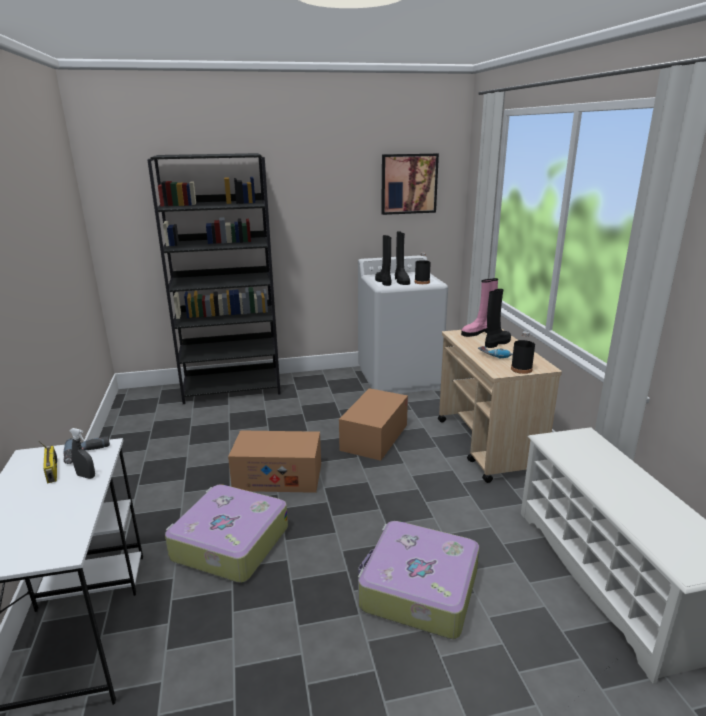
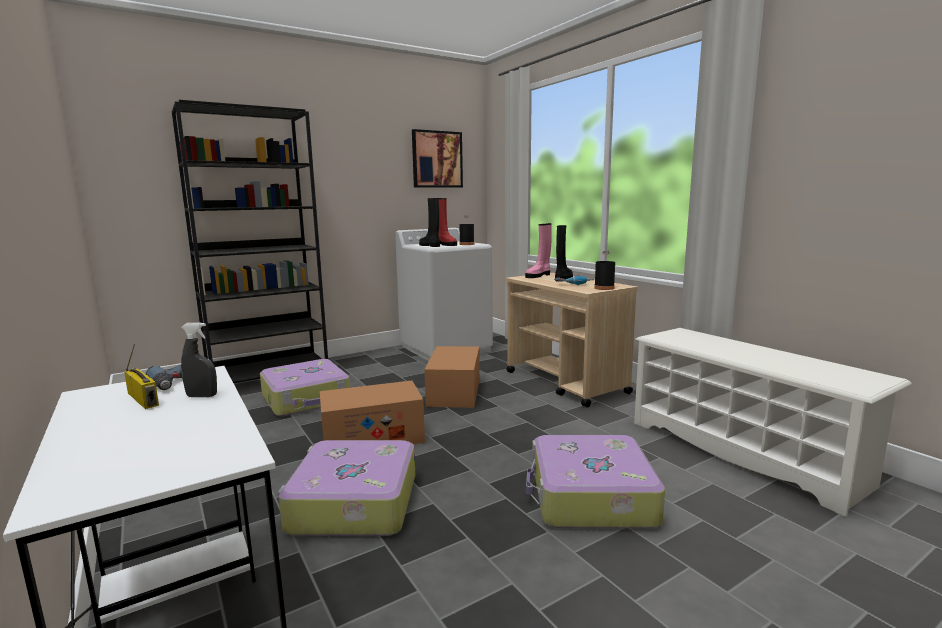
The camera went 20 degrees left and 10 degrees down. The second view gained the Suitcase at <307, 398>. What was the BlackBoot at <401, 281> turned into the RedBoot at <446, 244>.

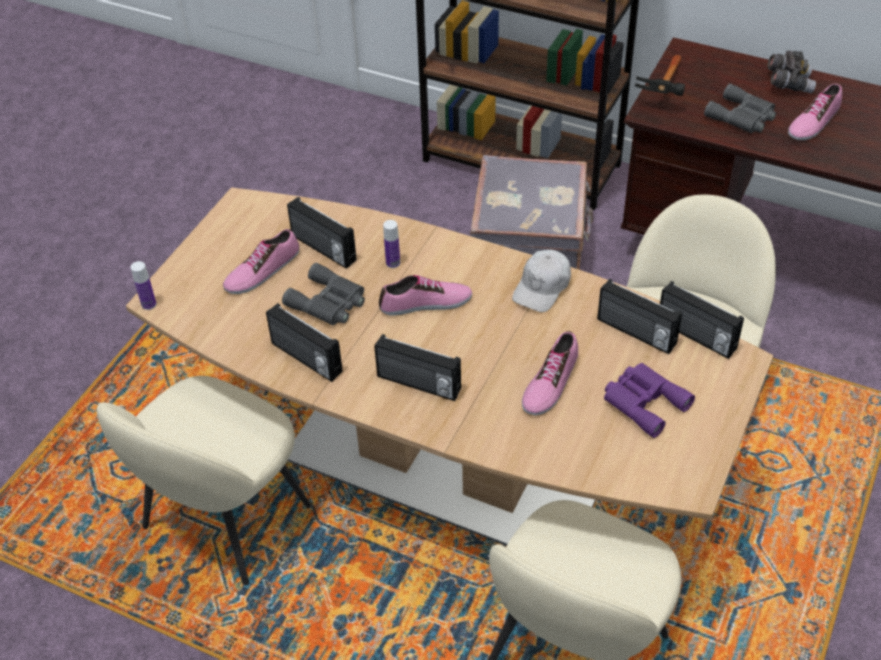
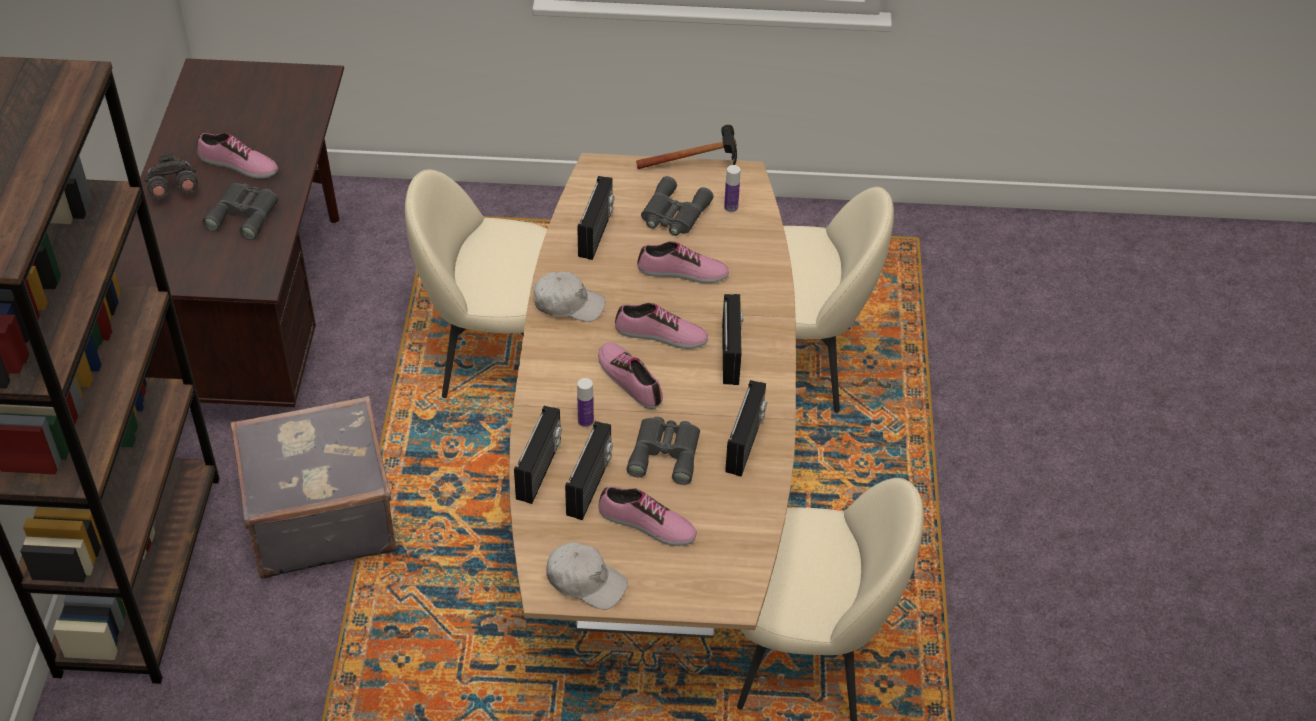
The camera went 115 degrees left and 0 degrees up. The Radio ended up elsewhere, having gone from <695, 336> to <540, 470>. The second view gained the WhiteCap at <586, 581>. The second view gained the Shoe at <661, 335>. The Hammer ended up elsewhere, having gone from <665, 93> to <700, 165>. What was the PurpleBinoculars at <643, 401> turned into the GreyBinoculars at <673, 214>. The Bottle ended up elsewhere, having gone from <149, 304> to <731, 207>.

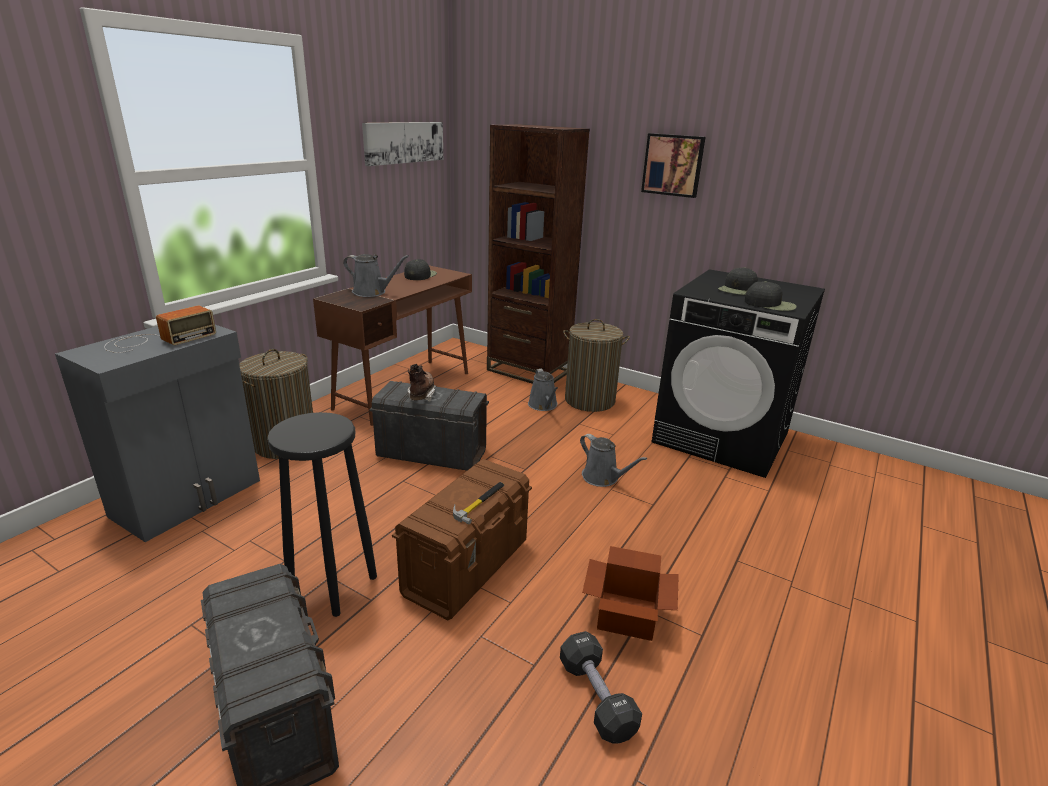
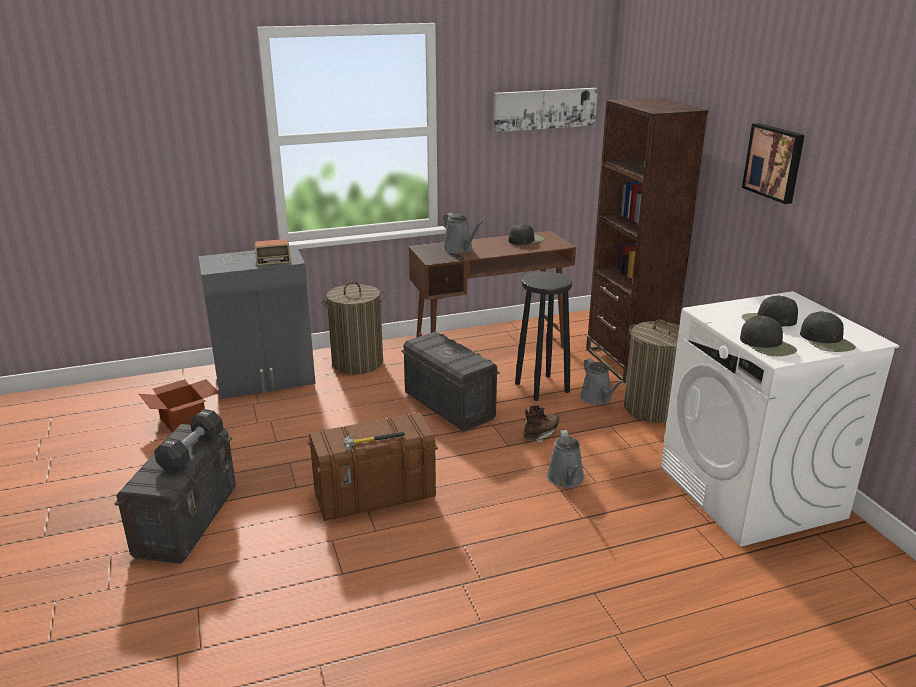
The camera went 40 degrees right and 0 degrees up. The CardboardBox ended up elsewhere, having gone from <628, 614> to <185, 419>. The BlackDumbbell ended up elsewhere, having gone from <596, 698> to <192, 452>. The BlackStool ended up elsewhere, having gone from <332, 586> to <541, 387>. The BrownBoot ended up elsewhere, having gone from <421, 394> to <541, 434>. The GreyWateringCan at <543, 405> ended up facing another way, 45 degrees counterclockwise from before. What was the BlackWashingMachine at <722, 437> turned into the WhiteWashingMachine at <751, 492>. The second view gained the BlackCap at <826, 341>.

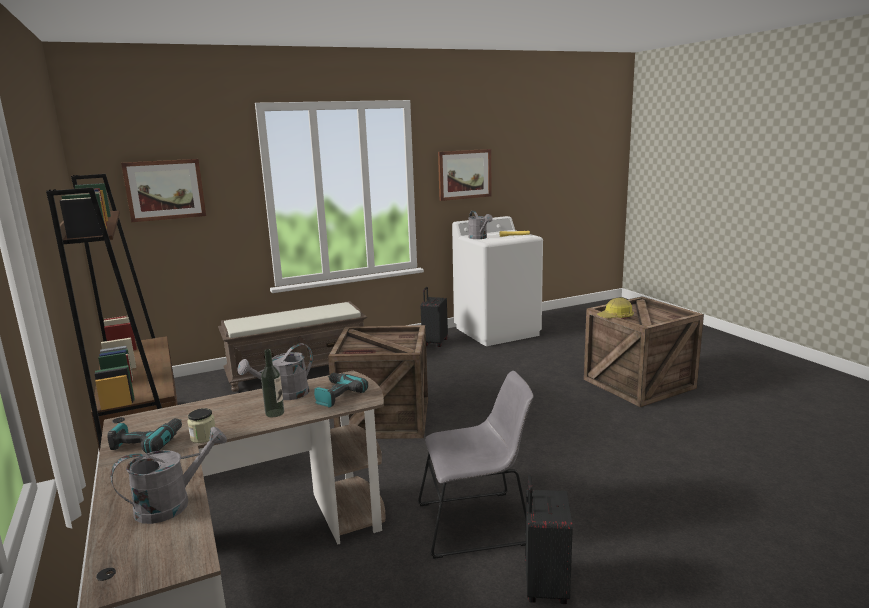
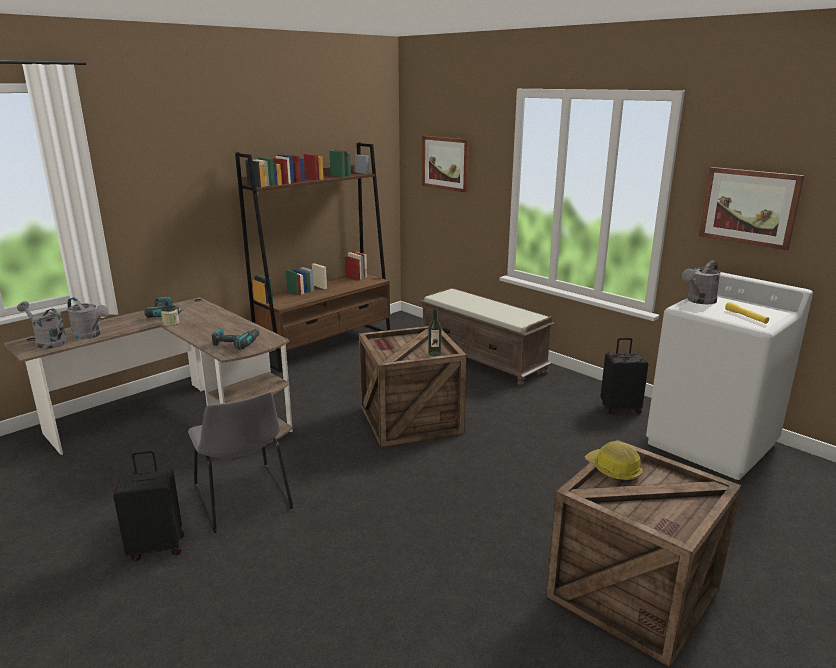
The camera went 70 degrees right and 5 degrees up. The GreyWateringCan ended up elsewhere, having gone from <284, 395> to <48, 342>. The Bottle ended up elsewhere, having gone from <275, 413> to <434, 354>.

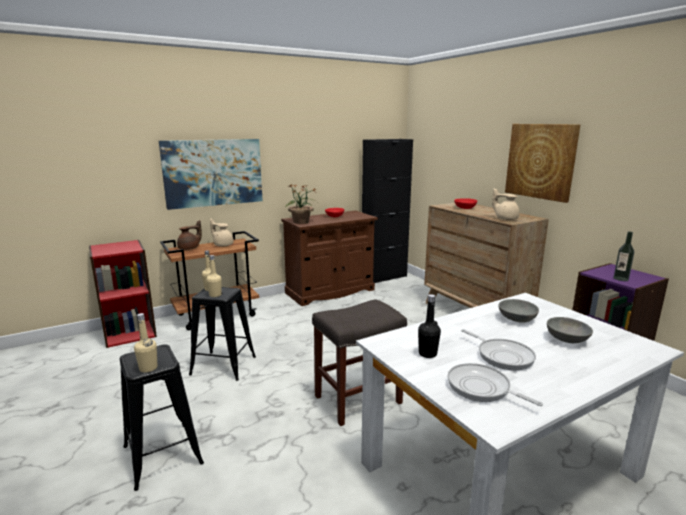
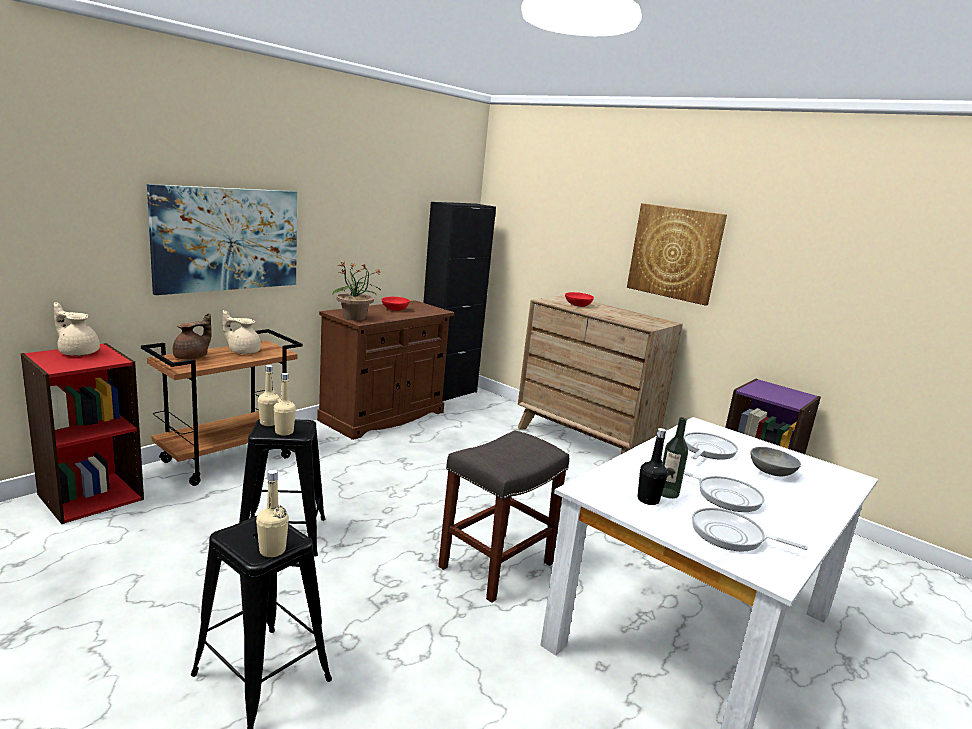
The camera went 20 degrees left and 0 degrees up. The BeigeTeapot ended up elsewhere, having gone from <505, 218> to <78, 352>. The Bottle ended up elsewhere, having gone from <621, 279> to <667, 493>. Where the GreyBowl stood at <516, 319>, the FryingPan came to stand at <707, 450>.

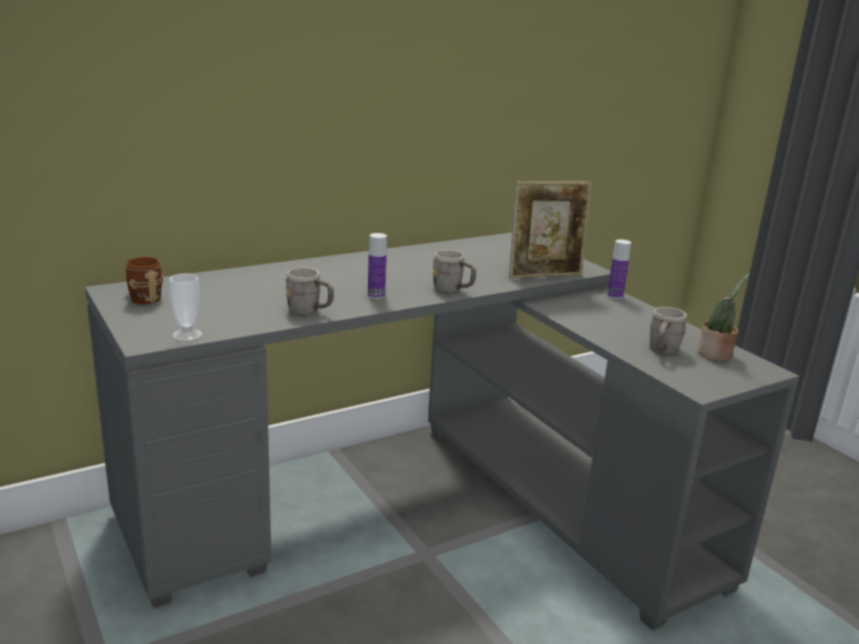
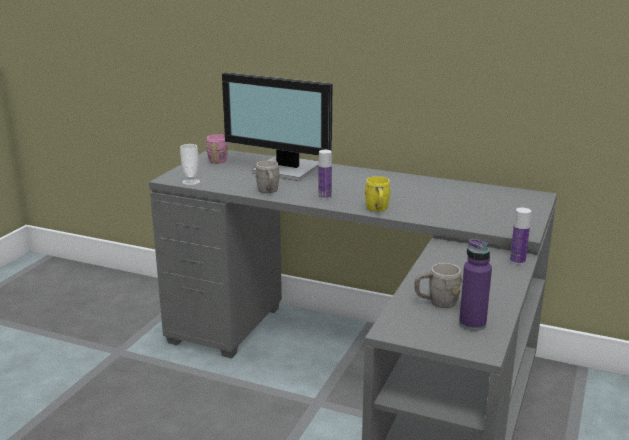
The camera went 55 degrees right and 0 degrees up. What was the BrownMug at <142, 297> turned into the PinkMug at <219, 159>. The second view gained the Monitor at <287, 170>. What was the GreyMug at <452, 290> turned into the YellowMug at <377, 210>. Where the PottedPlant stood at <716, 355>, the PurpleBottle came to stand at <472, 324>. The second view lost the PictureFrame at <544, 275>.

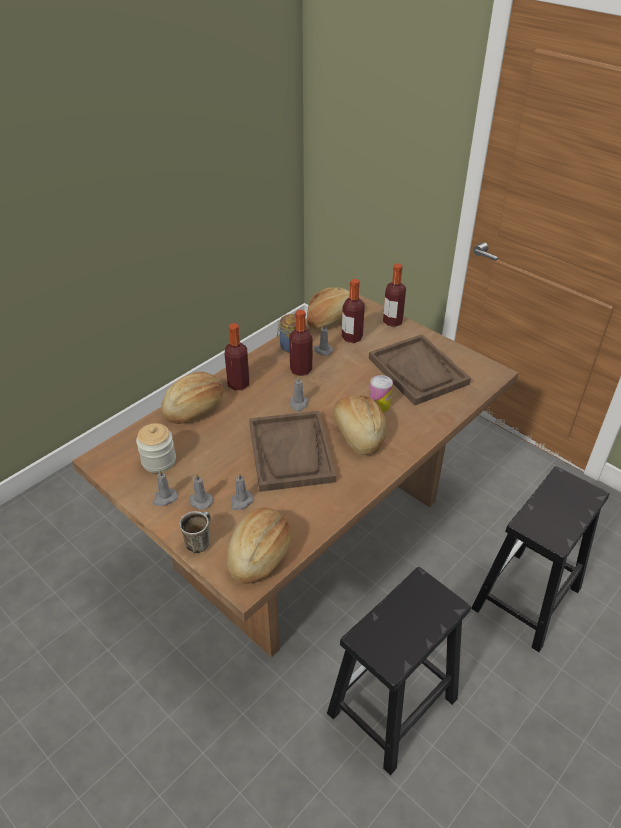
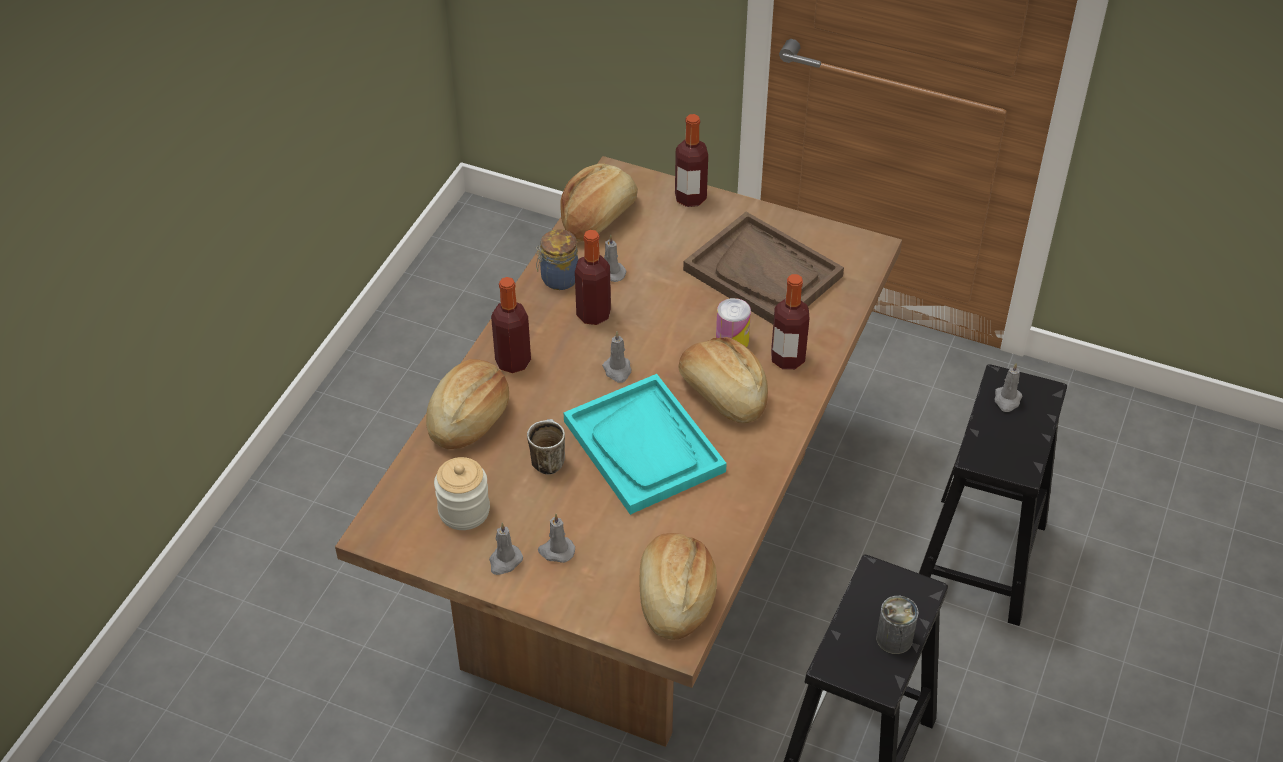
The camera went 20 degrees left and 5 degrees up. The Mug ended up elsewhere, having gone from <199, 541> to <547, 459>. What was the BrownTray at <291, 452> turned into the TurquoiseTray at <644, 446>. The Bottle ended up elsewhere, having gone from <352, 338> to <787, 358>. The second view gained the Can at <894, 639>. The GreyCandle ended up elsewhere, having gone from <241, 501> to <1007, 400>.

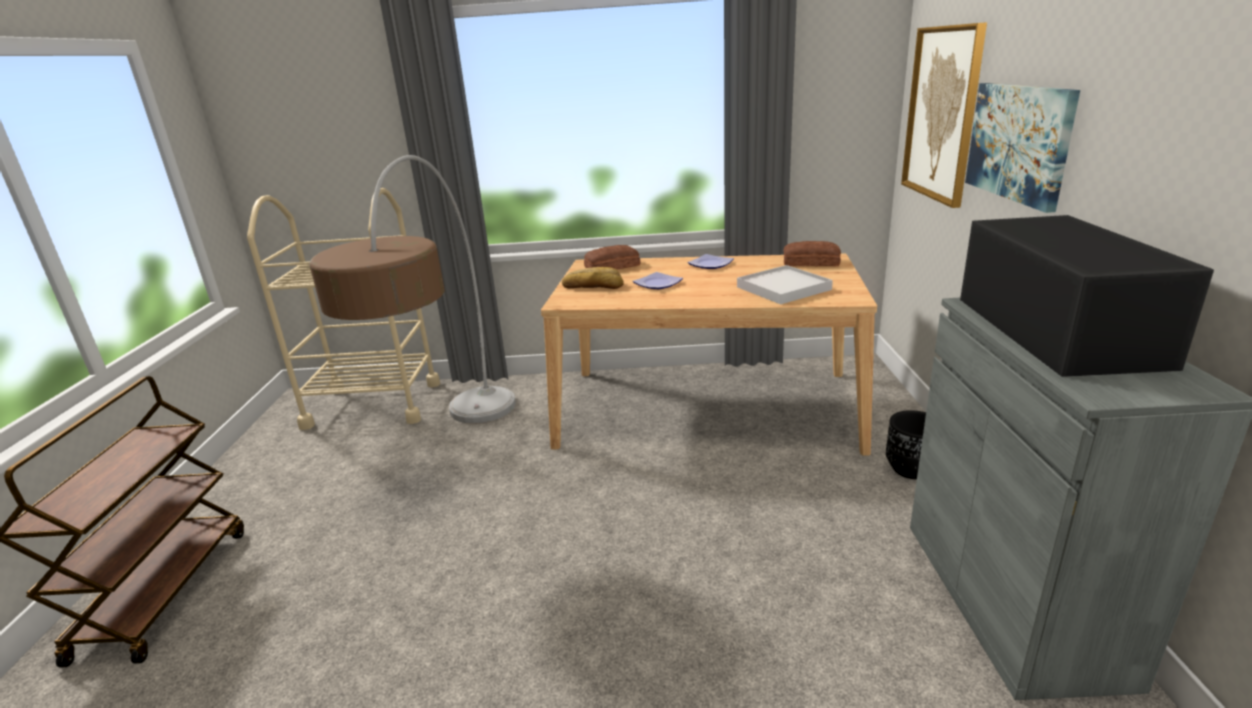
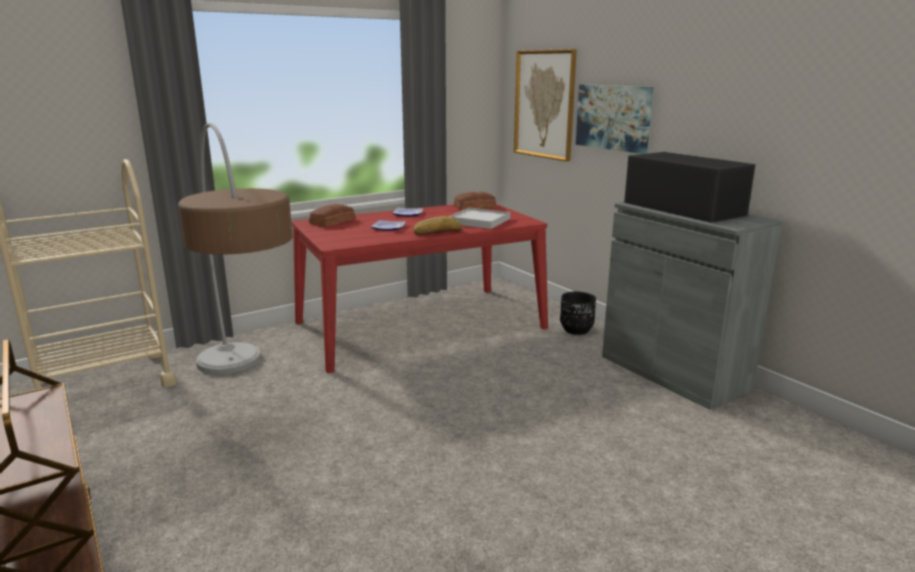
The camera went 35 degrees left and 5 degrees down. What was the BeigeDiningTable at <706, 408> turned into the RedDiningTable at <420, 325>. The Bread ended up elsewhere, having gone from <593, 286> to <437, 232>.

